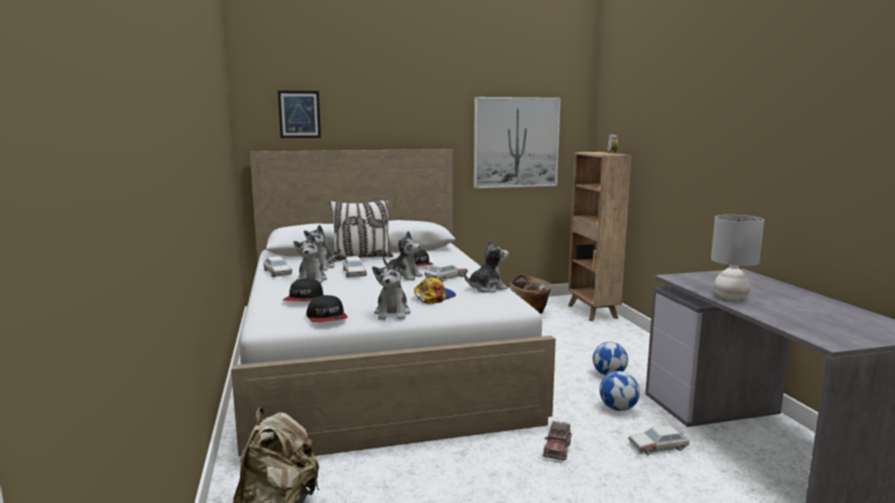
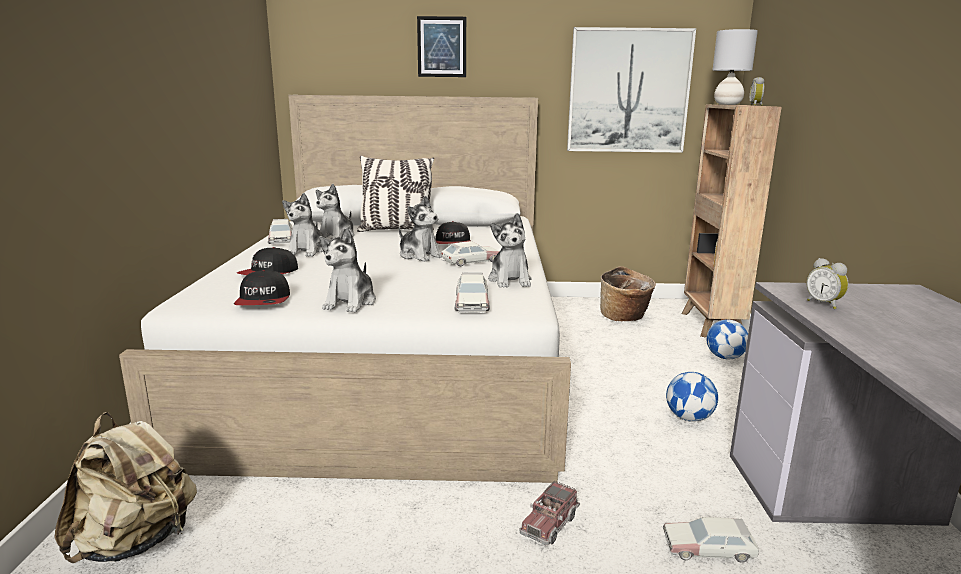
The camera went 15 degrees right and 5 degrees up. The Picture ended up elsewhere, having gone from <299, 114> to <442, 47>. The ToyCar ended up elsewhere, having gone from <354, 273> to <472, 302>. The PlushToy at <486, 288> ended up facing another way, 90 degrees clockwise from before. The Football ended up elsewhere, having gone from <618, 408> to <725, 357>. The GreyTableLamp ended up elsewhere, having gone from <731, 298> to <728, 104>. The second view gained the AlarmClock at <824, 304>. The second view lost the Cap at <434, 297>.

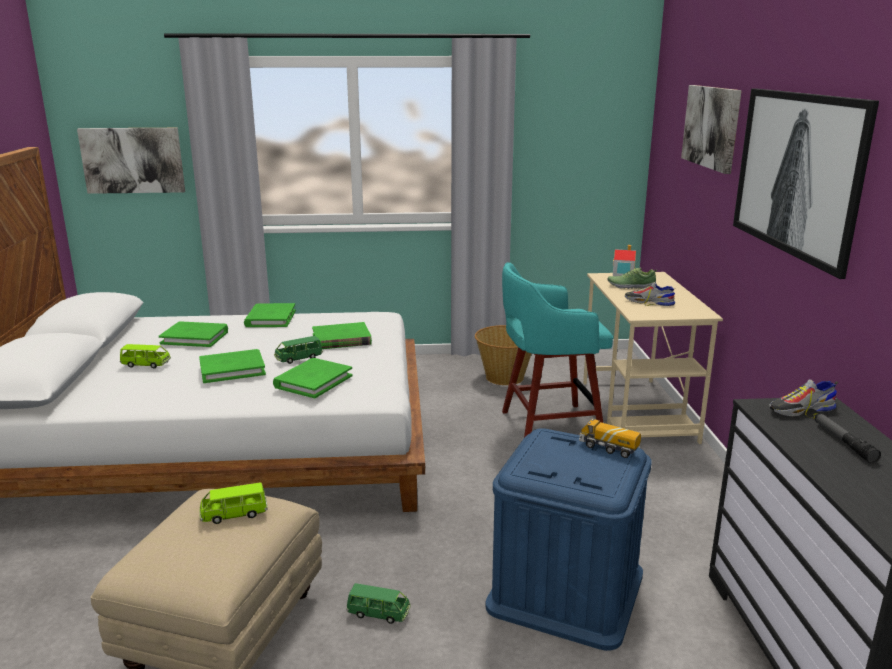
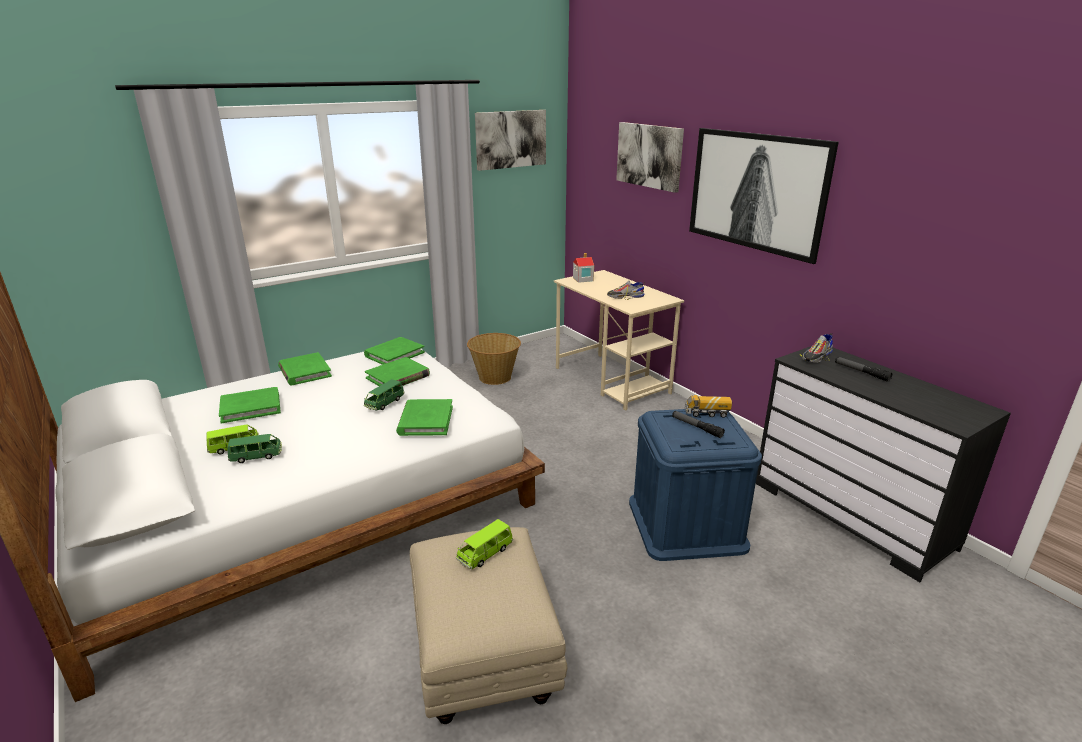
The camera went 30 degrees left and 5 degrees up. The GreenToyCar ended up elsewhere, having gone from <378, 613> to <256, 456>. The GreenBook ended up elsewhere, having gone from <232, 369> to <394, 354>. The Picture ended up elsewhere, having gone from <133, 160> to <510, 139>. The second view gained the Flashlight at <696, 427>. The second view lost the TurquoiseStool at <547, 426>. The second view lost the Shoe at <631, 286>.

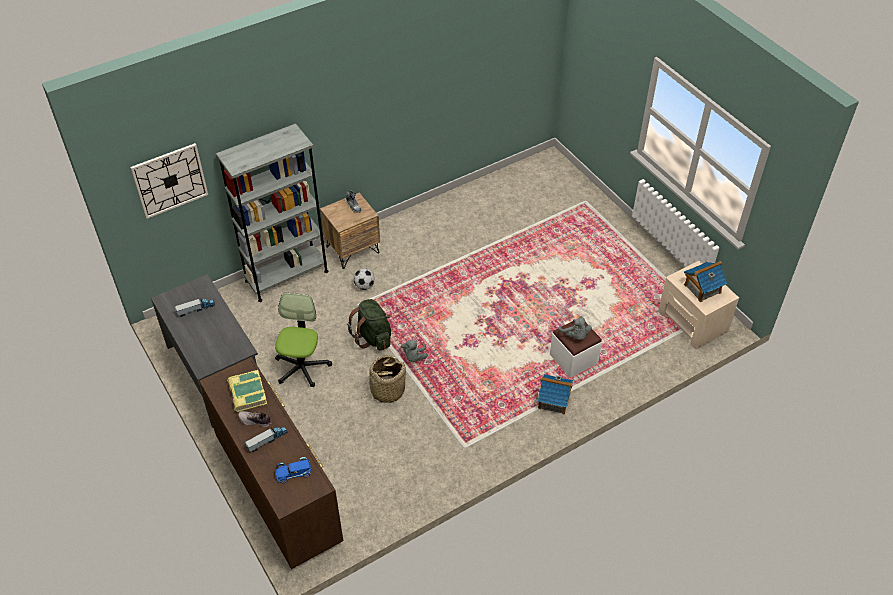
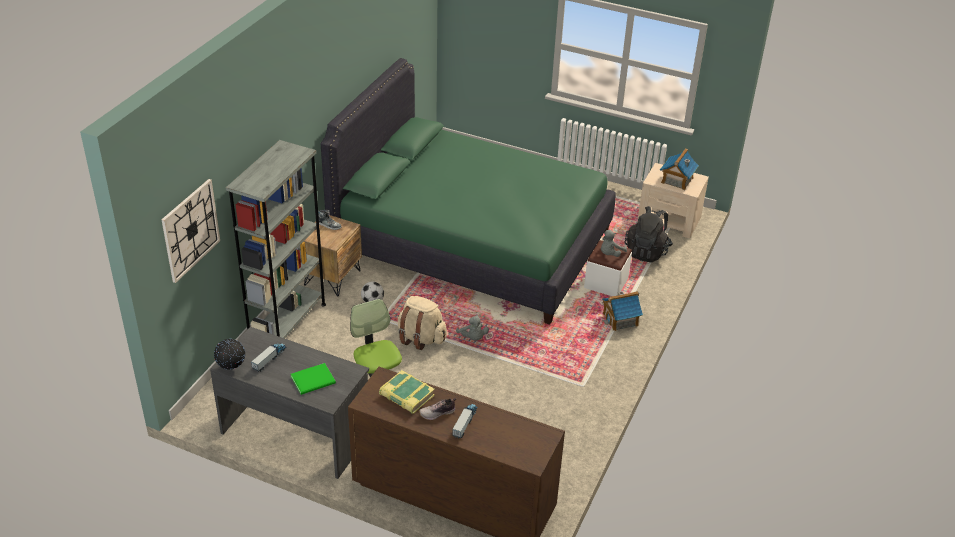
The camera went 35 degrees left and 10 degrees down. The second view gained the Globe at <231, 368>. The second view gained the GreenBook at <314, 380>. The second view gained the GreenBed at <472, 243>. What was the GreenBackpack at <373, 337> turned into the BeigeBackpack at <420, 338>. The GreyPlushToy at <575, 335> ended up facing another way, 105 degrees clockwise from before. The second view gained the BlackBackpack at <647, 251>. The second view lost the BlueToyCar at <293, 471>. The second view lost the Basket at <387, 390>.

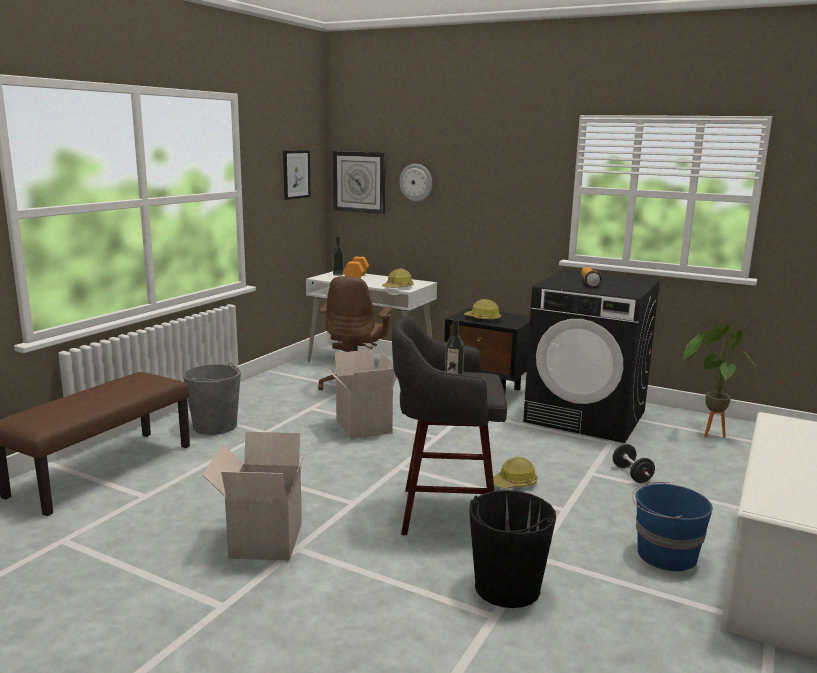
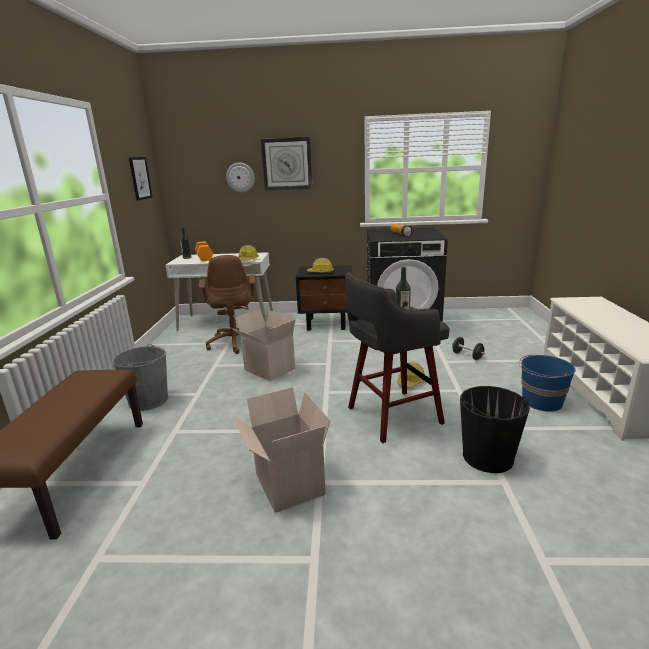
The camera went 25 degrees left and 5 degrees up. The WallClock ended up elsewhere, having gone from <359, 182> to <287, 164>. The second view lost the PottedPlant at <706, 433>.

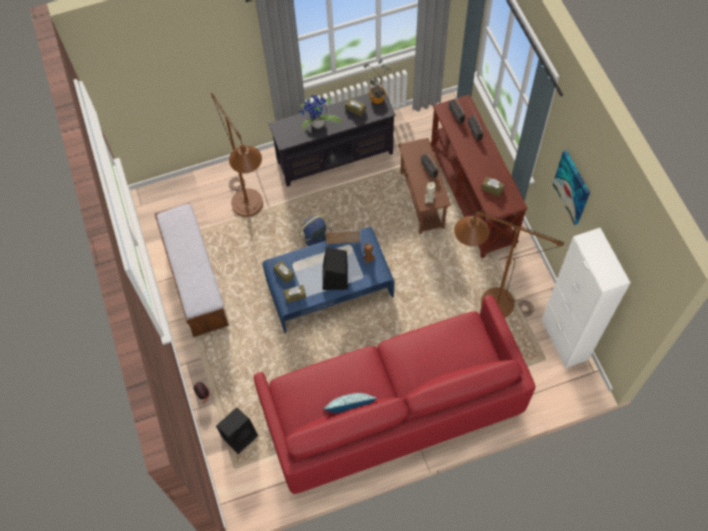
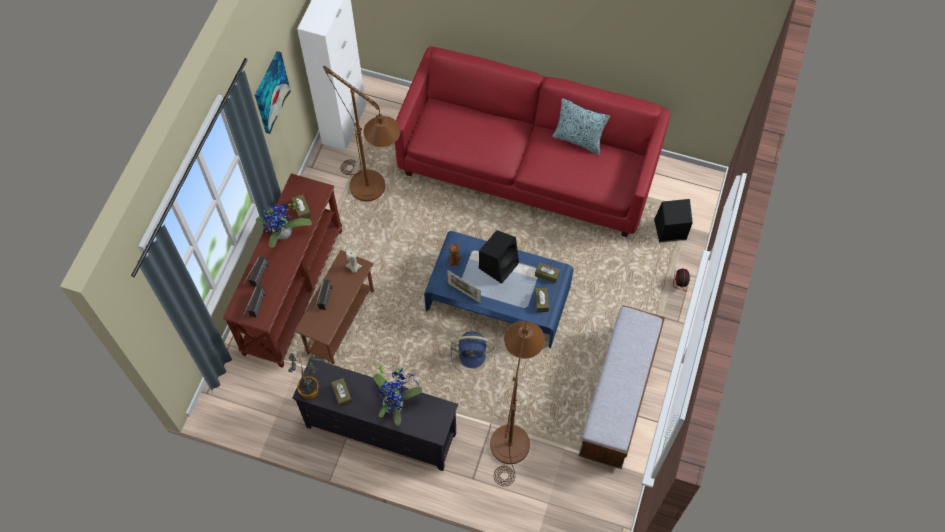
The camera went 145 degrees left and 0 degrees up. The second view gained the PottedPlant at <283, 235>.

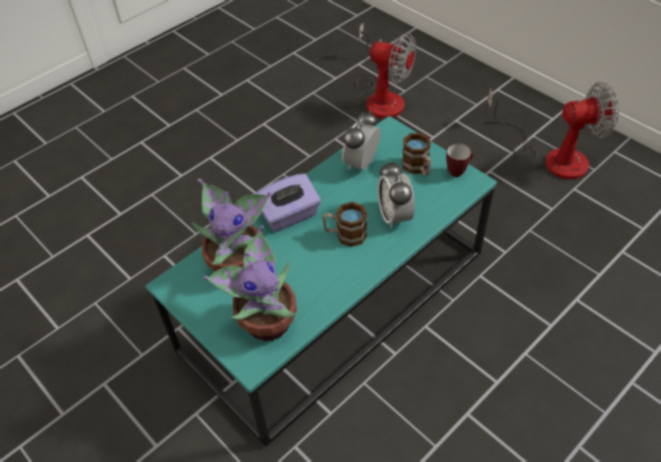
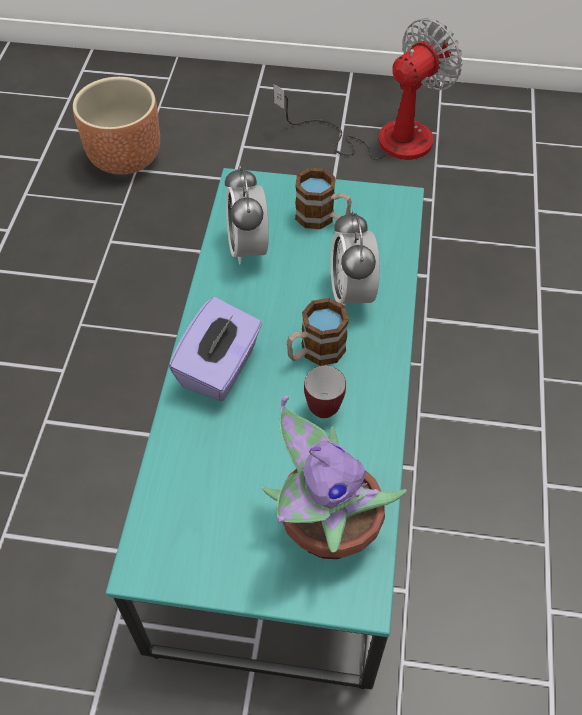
The camera went 40 degrees left and 5 degrees up. Where the Fan stood at <381, 97>, the BrownPlanter came to stand at <124, 157>. The Mug ended up elsewhere, having gone from <458, 171> to <324, 405>. The AlarmClock at <394, 216> ended up facing another way, 45 degrees clockwise from before. The second view lost the PottedPlant at <238, 263>.

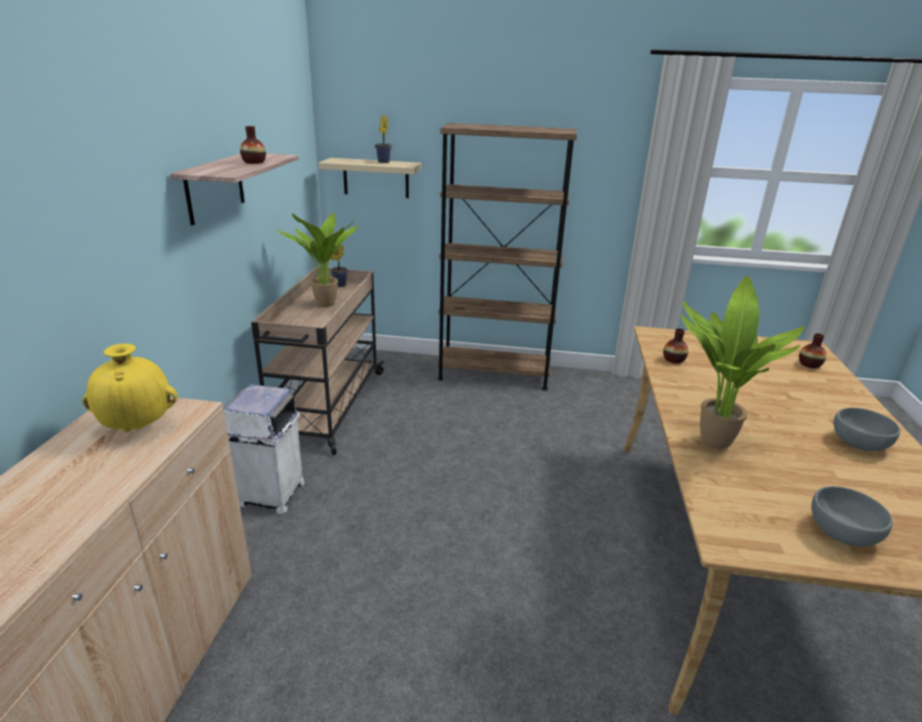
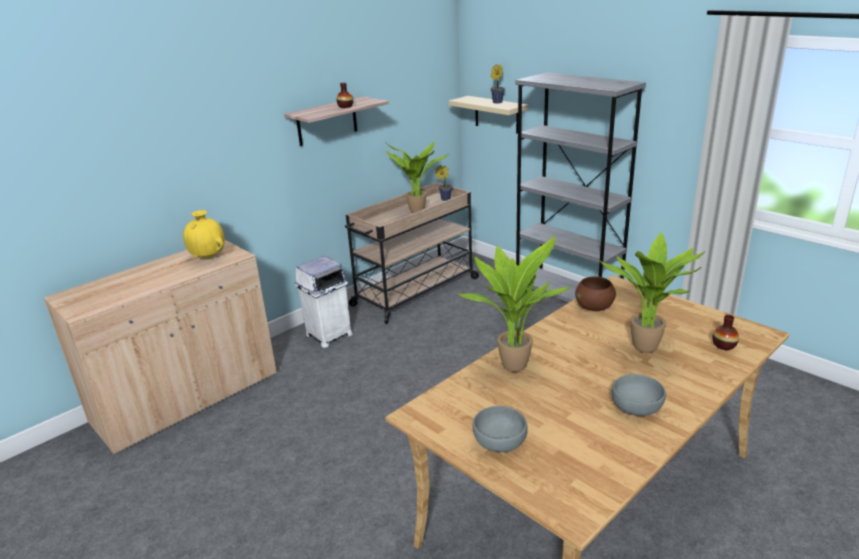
The camera went 40 degrees right and 0 degrees up. What was the BrownBookcase at <494, 374> turned into the GreyBookcase at <566, 301>. Where the Vase stood at <673, 359>, the BrownBowl came to stand at <594, 307>. The second view gained the PottedPlant at <648, 350>.

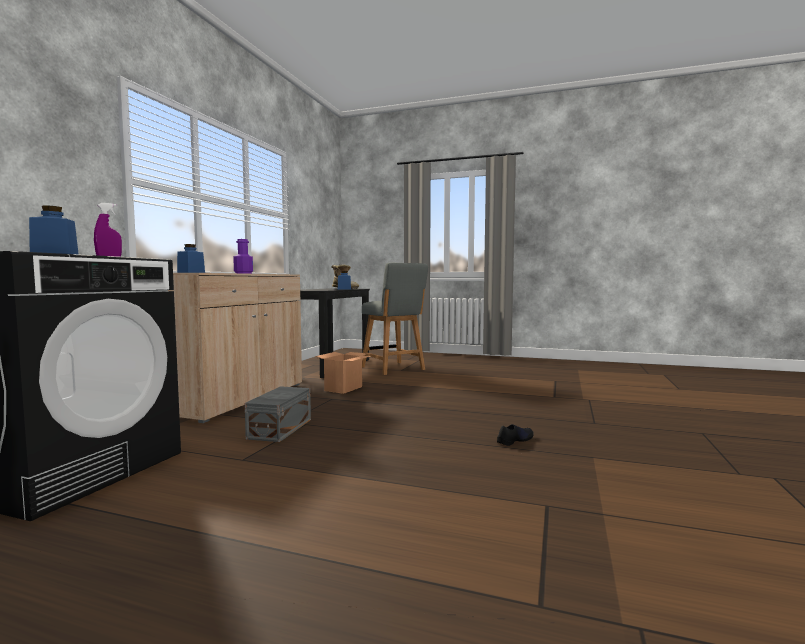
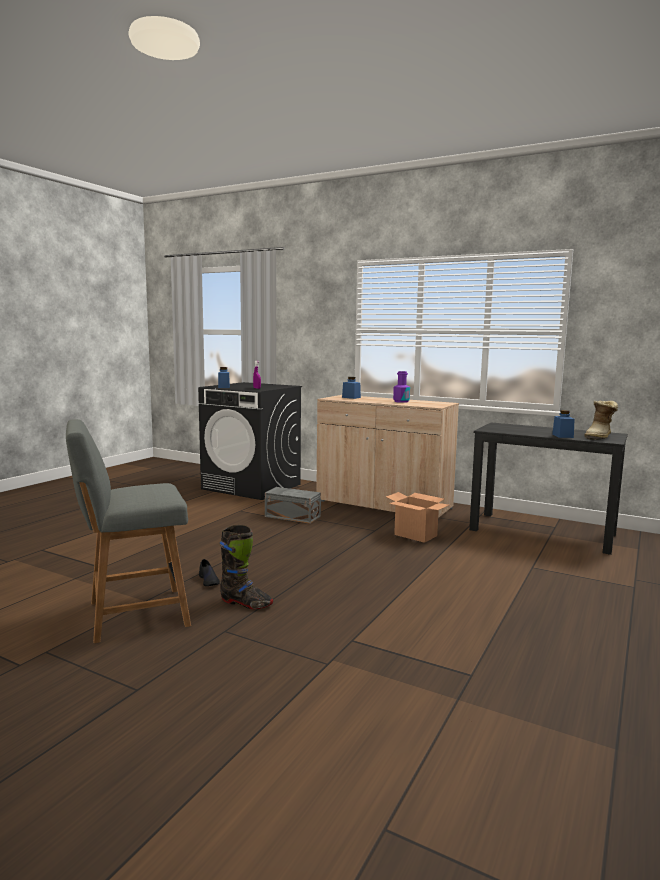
The camera went 100 degrees right and 5 degrees up. The GreyChair ended up elsewhere, having gone from <394, 369> to <132, 615>. The second view gained the BlackBoot at <246, 603>.

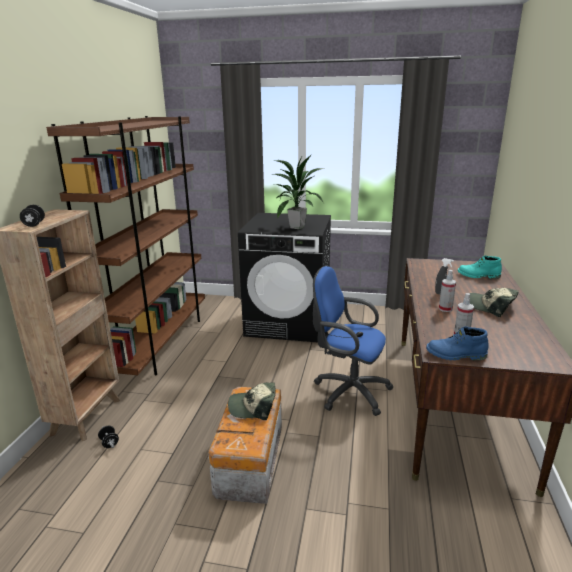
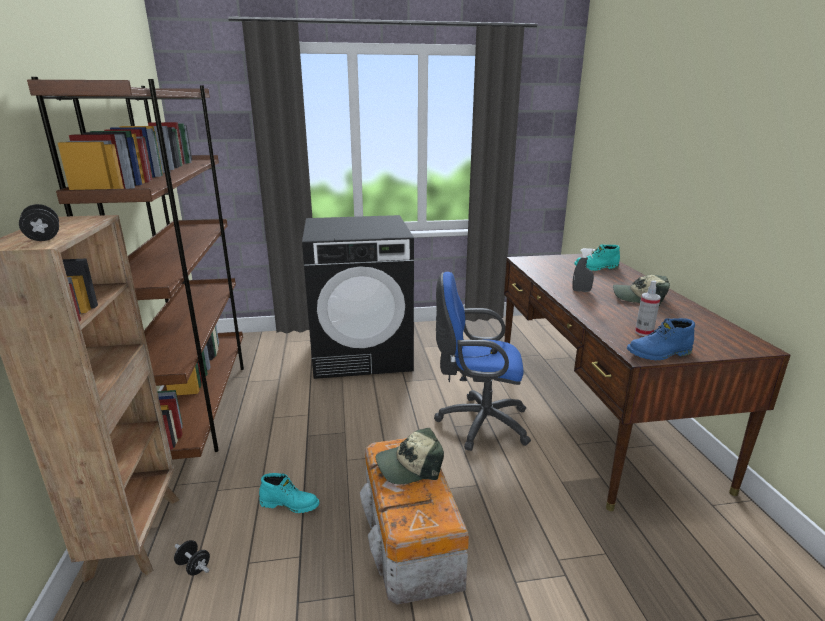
The camera went 20 degrees left and 0 degrees up. The second view gained the TurquoiseBoot at <290, 504>. The second view lost the PottedPlant at <296, 227>. The second view lost the SprayBottle at <445, 309>.

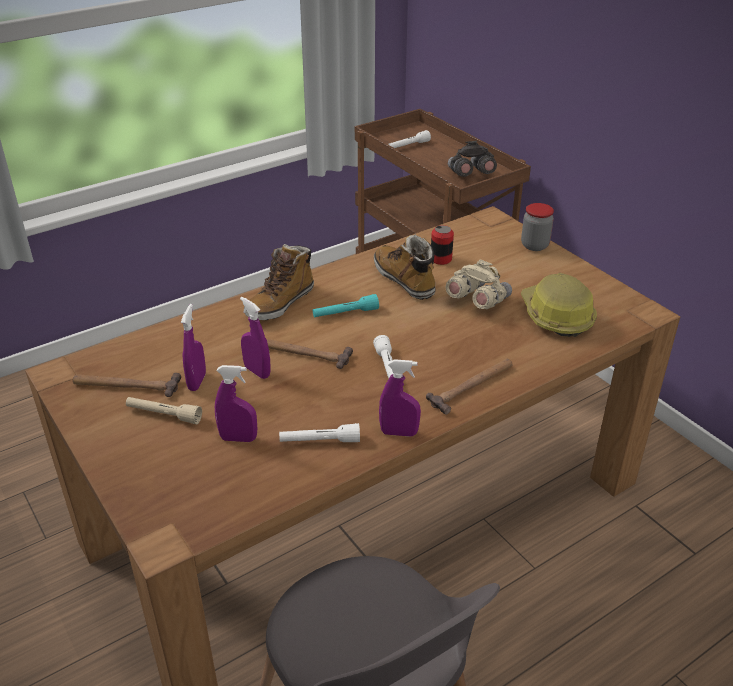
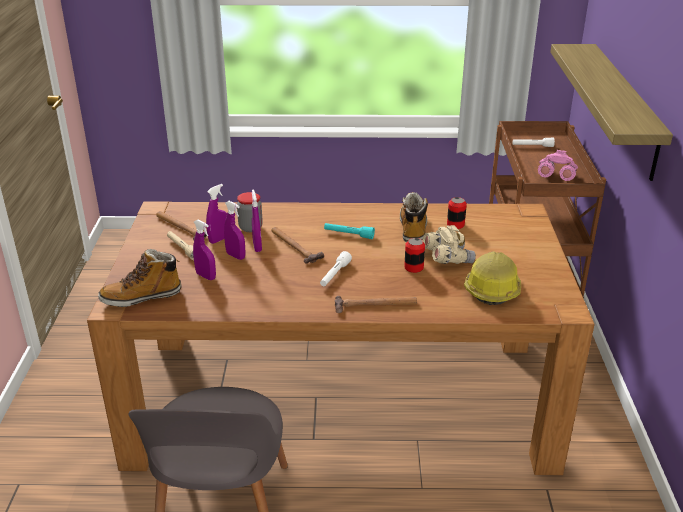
The camera went 35 degrees right and 5 degrees down. The Boot ended up elsewhere, having gone from <280, 303> to <142, 297>. The PurpleSprayBottle ended up elsewhere, having gone from <399, 432> to <236, 256>. The Jar ended up elsewhere, having gone from <534, 245> to <250, 227>. The second view gained the Can at <413, 267>. What was the GreyBinoculars at <470, 175> turned into the PinkBinoculars at <555, 178>. The second view gained the Shelf at <624, 108>. The second view lost the WhiteFlashlight at <319, 441>.

